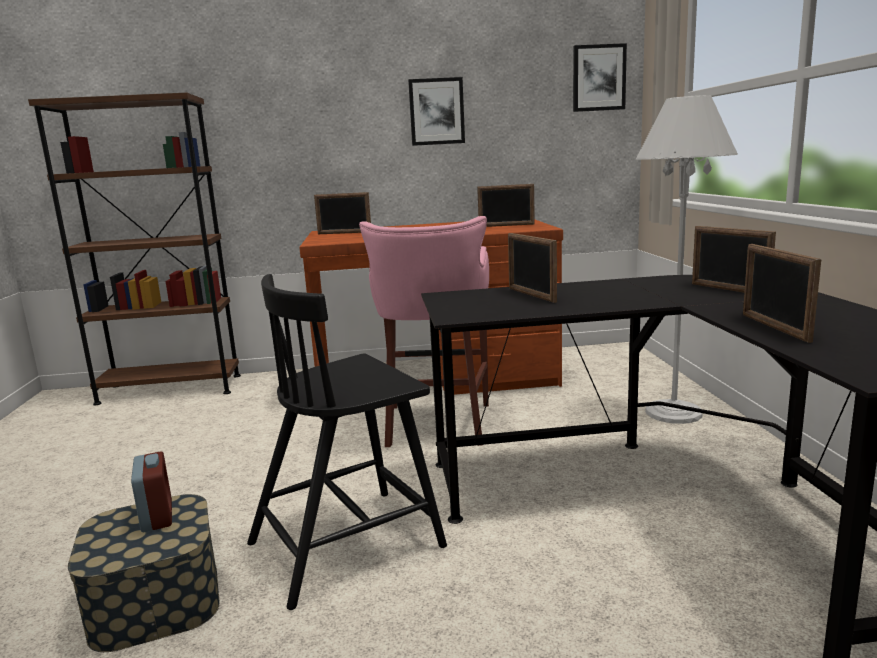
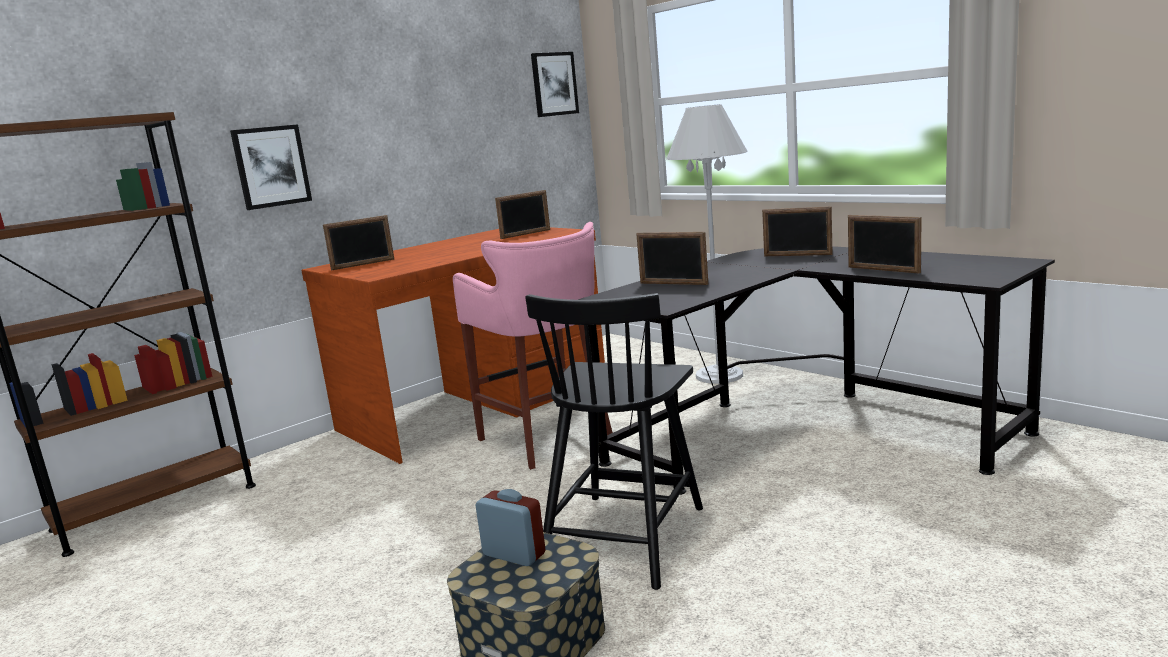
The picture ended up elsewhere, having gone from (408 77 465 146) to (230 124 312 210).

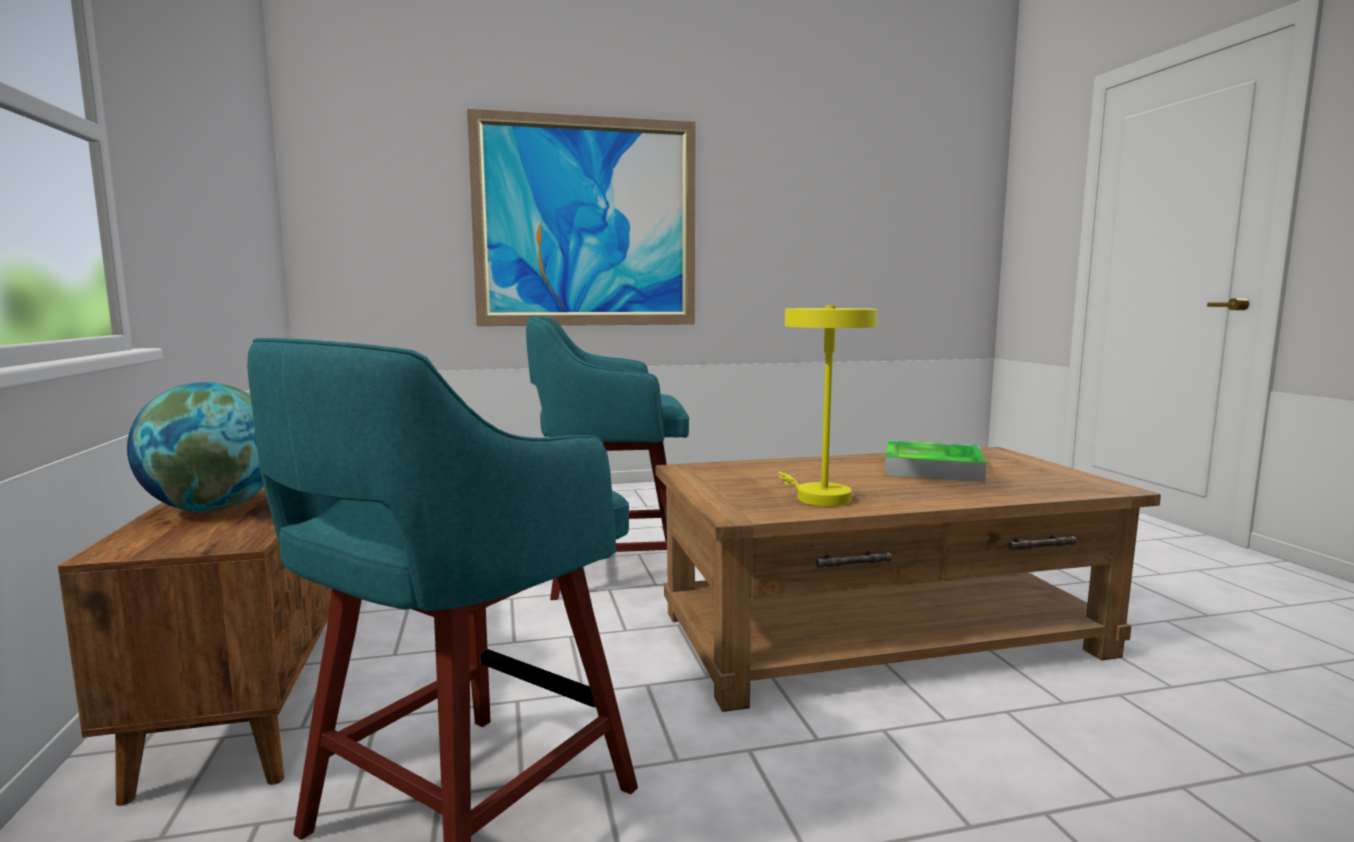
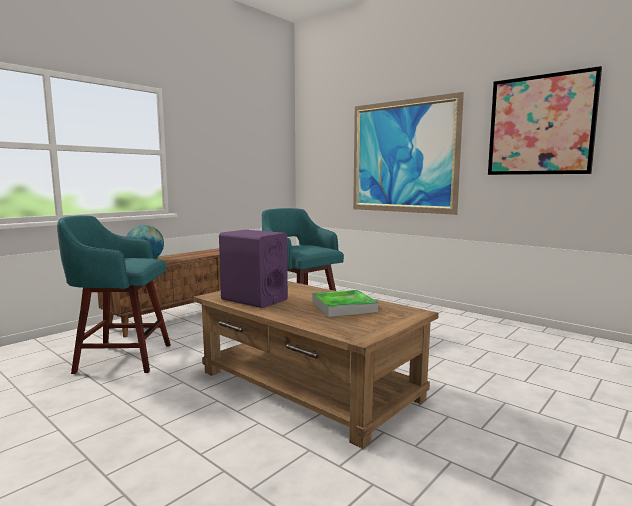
Where the table lamp (yellow) stood at (778 305 877 507), the speaker (purple) came to stand at (219 230 288 308). The second view gained the picture at (488 66 602 175).

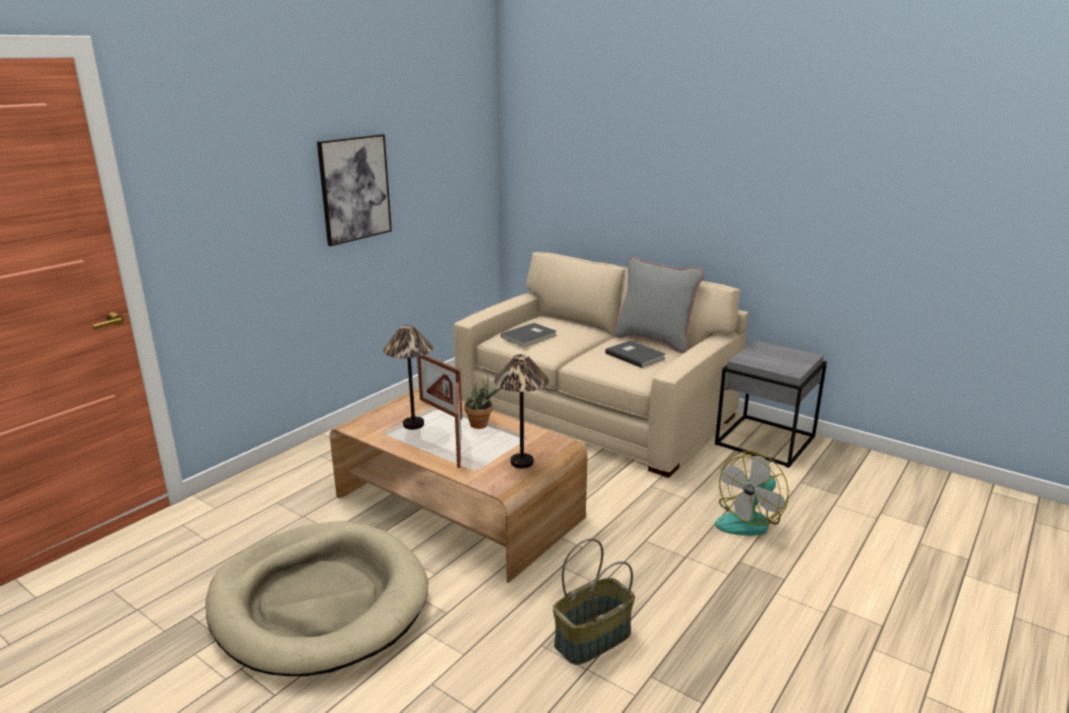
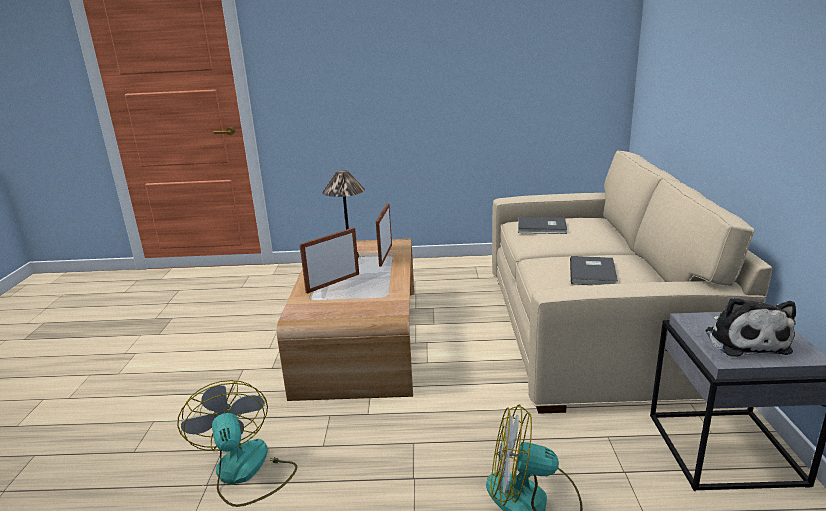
The second view lost the picture at (317 134 392 246). The second view lost the pillow (grey) at (613 257 704 353). The second view lost the table lamp at (494 354 549 468). The second view lost the potted plant at (464 377 502 429). The second view lost the dog bed (beige) at (206 521 428 676). Where the basket stood at (553 538 635 665), the fan came to stand at (177 380 298 507). The second view gained the plush toy at (705 297 796 357).

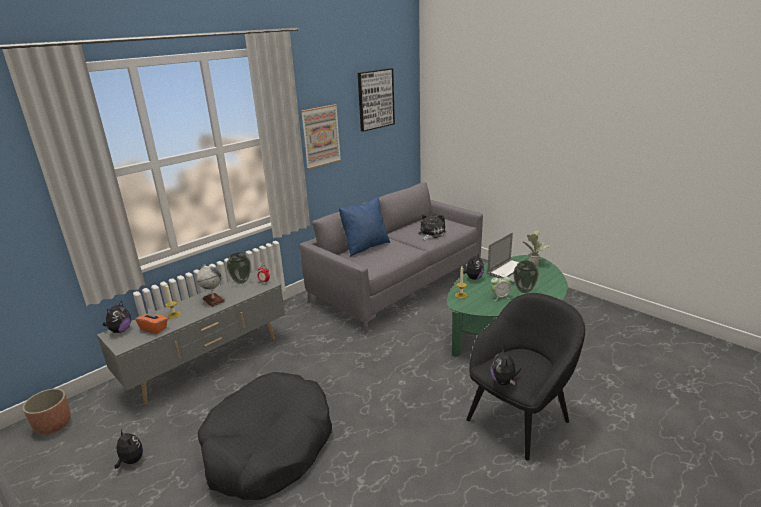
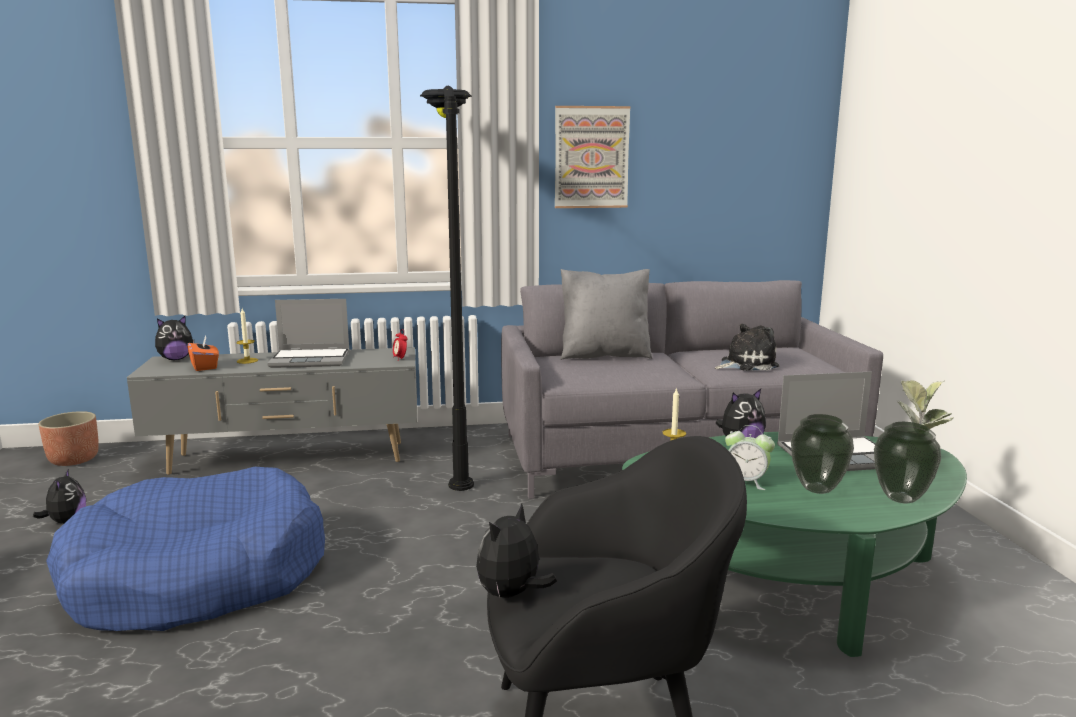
The second view lost the picture at (358 68 395 132). What was the pillow (blue) at (339 197 390 256) turned into the pillow (grey) at (560 269 652 360). The vase ended up elsewhere, having gone from (226 253 251 284) to (874 422 941 503). Where the globe stood at (197 265 225 307), the laptop came to stand at (267 299 350 368). What was the dog bed (black) at (198 372 332 500) turned into the dog bed (blue) at (46 467 325 631). The second view gained the floor lamp (black) at (420 86 474 491).

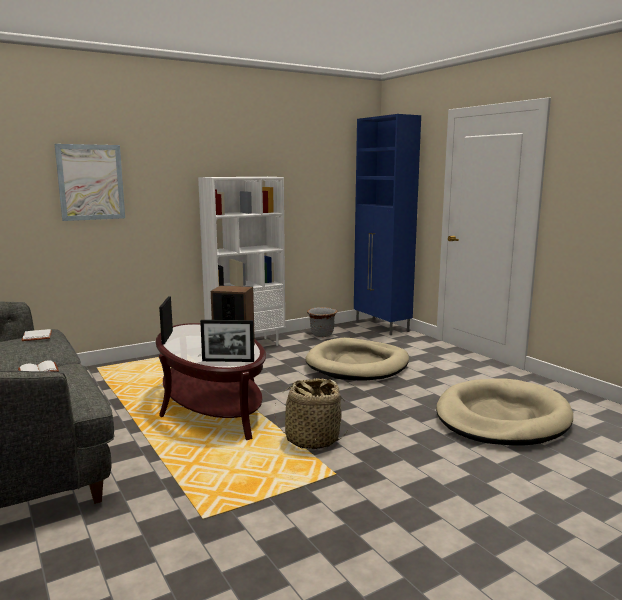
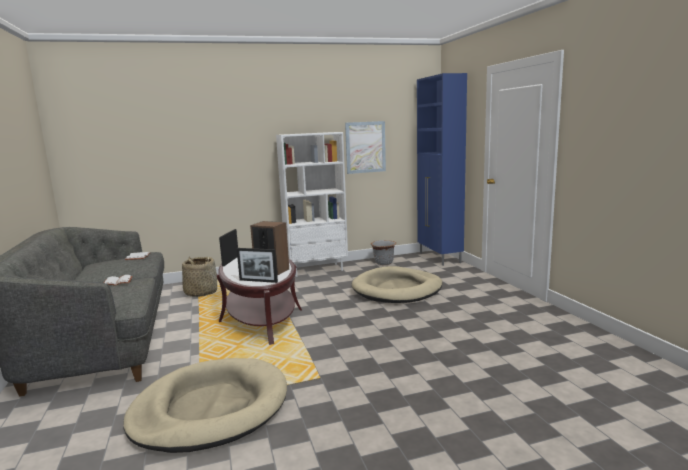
The picture ended up elsewhere, having gone from (55 144 125 221) to (345 121 386 174). The basket ended up elsewhere, having gone from (274 378 347 450) to (182 256 217 297). The dog bed (beige) ended up elsewhere, having gone from (436 378 573 445) to (123 358 287 453).

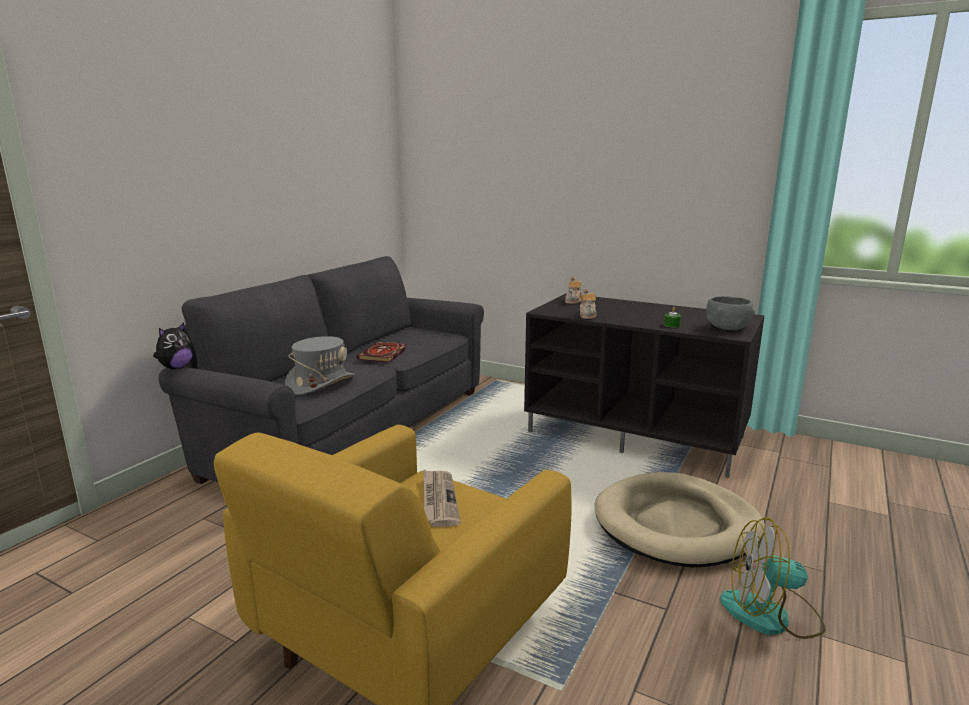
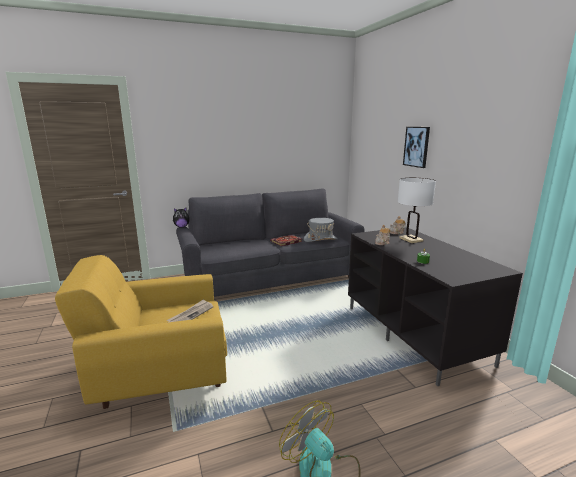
The second view lost the bowl (grey) at (706 296 755 330). The hat (grey) ended up elsewhere, having gone from (285 336 355 395) to (304 218 338 242). The second view lost the dog bed (beige) at (595 472 765 567). The second view gained the picture at (403 127 430 168). The second view gained the table lamp (white) at (398 178 436 243).

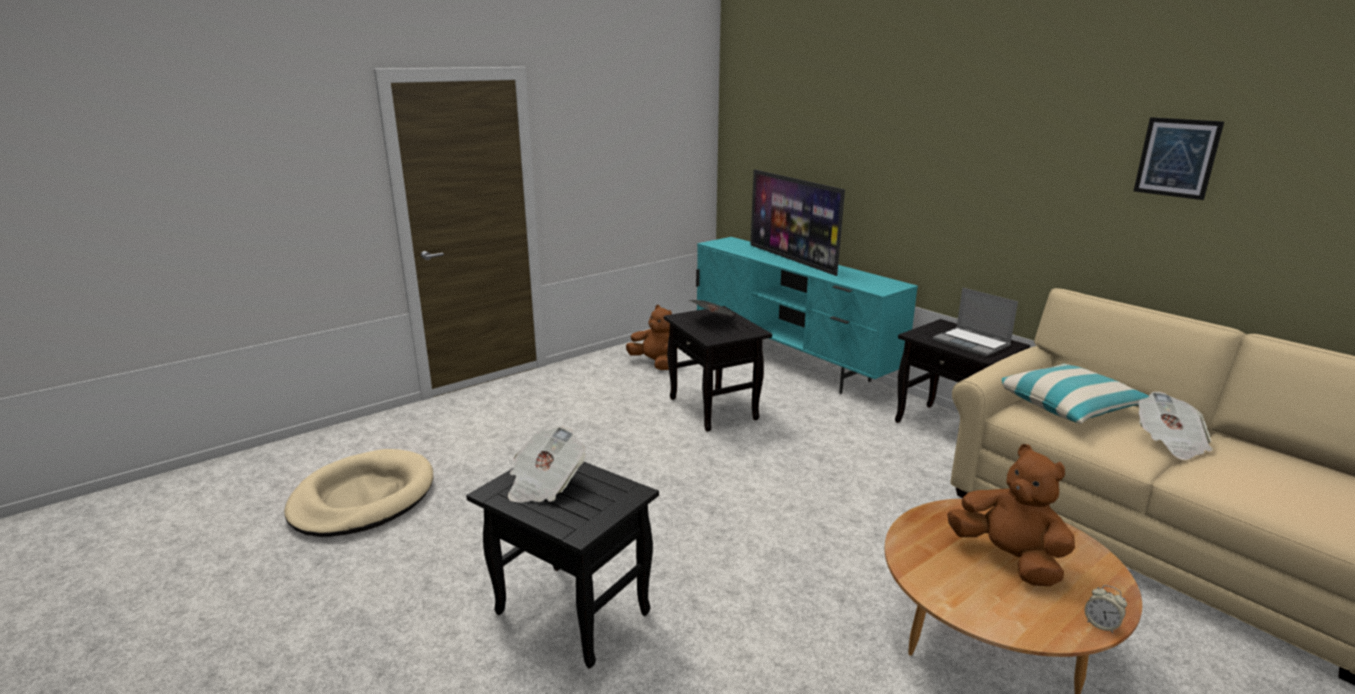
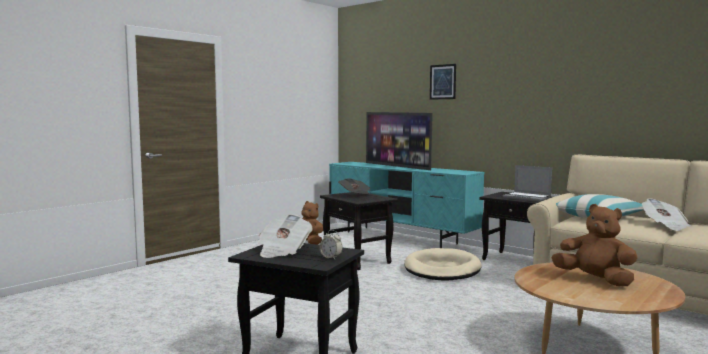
The picture ended up elsewhere, having gone from (1134 117 1224 200) to (430 64 456 100). The dog bed (beige) ended up elsewhere, having gone from (284 449 433 537) to (404 248 482 281). The alarm clock ended up elsewhere, having gone from (1084 585 1127 633) to (319 230 343 259).

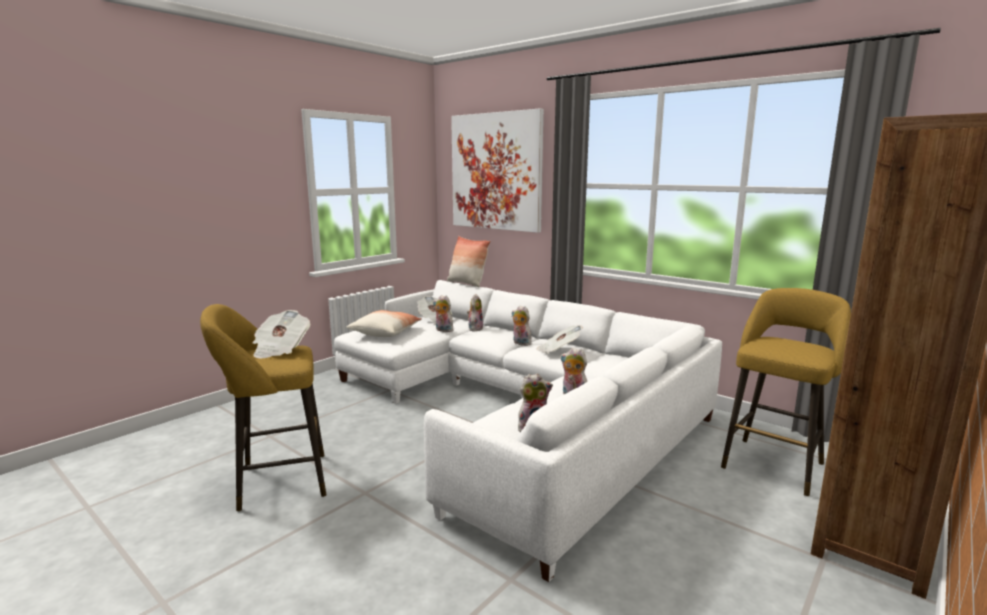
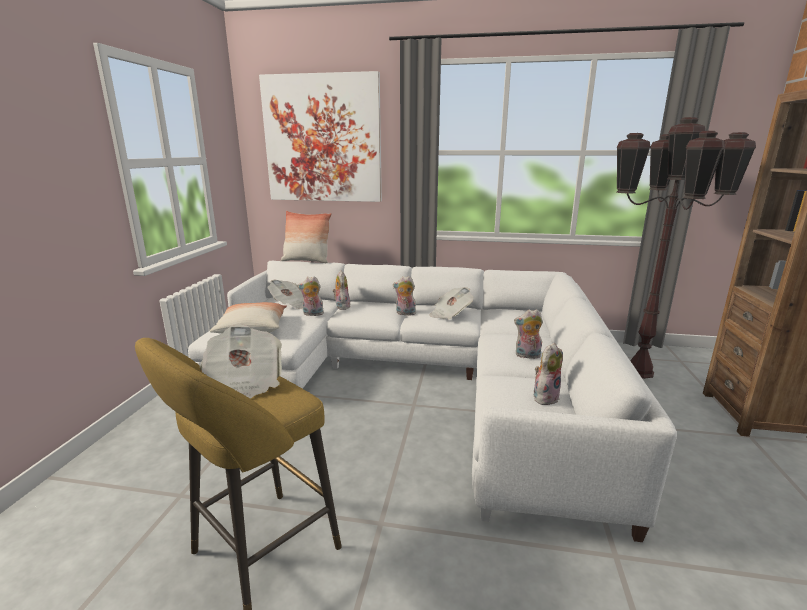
Where the stool (yellow) stood at (721 288 851 496), the floor lamp (brown) came to stand at (616 117 756 379).

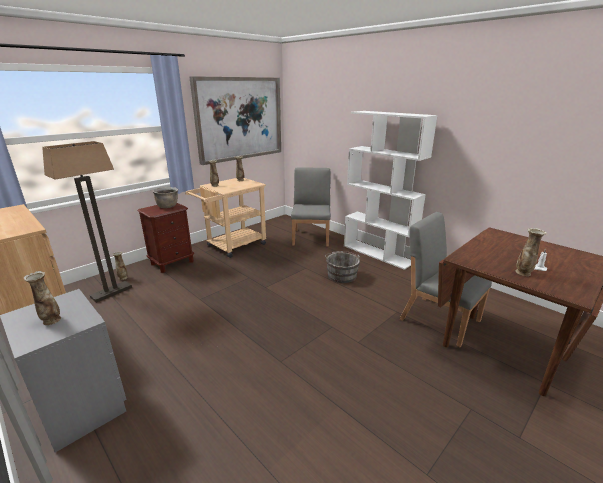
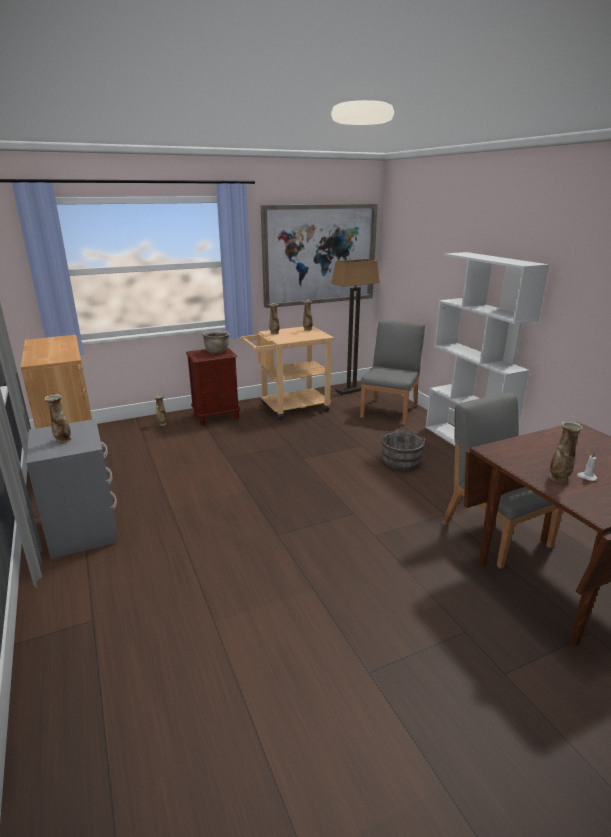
The floor lamp ended up elsewhere, having gone from (42 141 132 303) to (331 259 380 395).

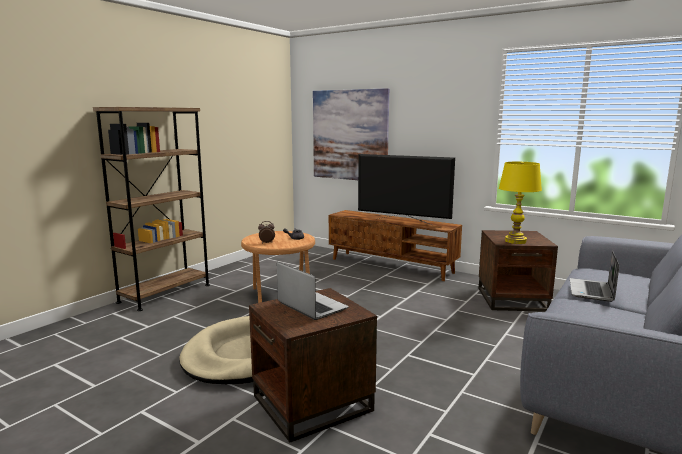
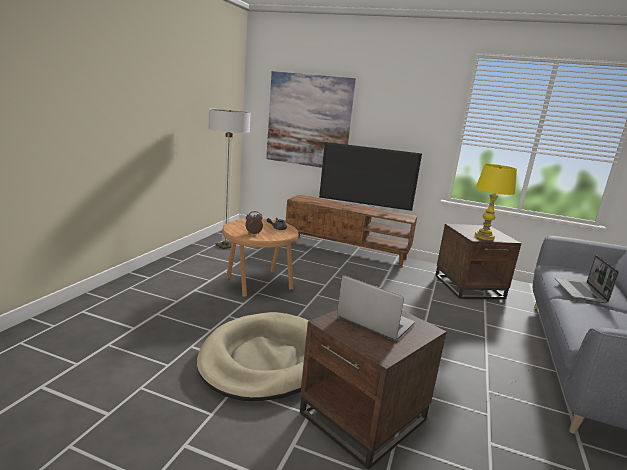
The second view lost the bookcase (brown) at (93 107 210 311). The second view gained the floor lamp at (208 109 251 249).

